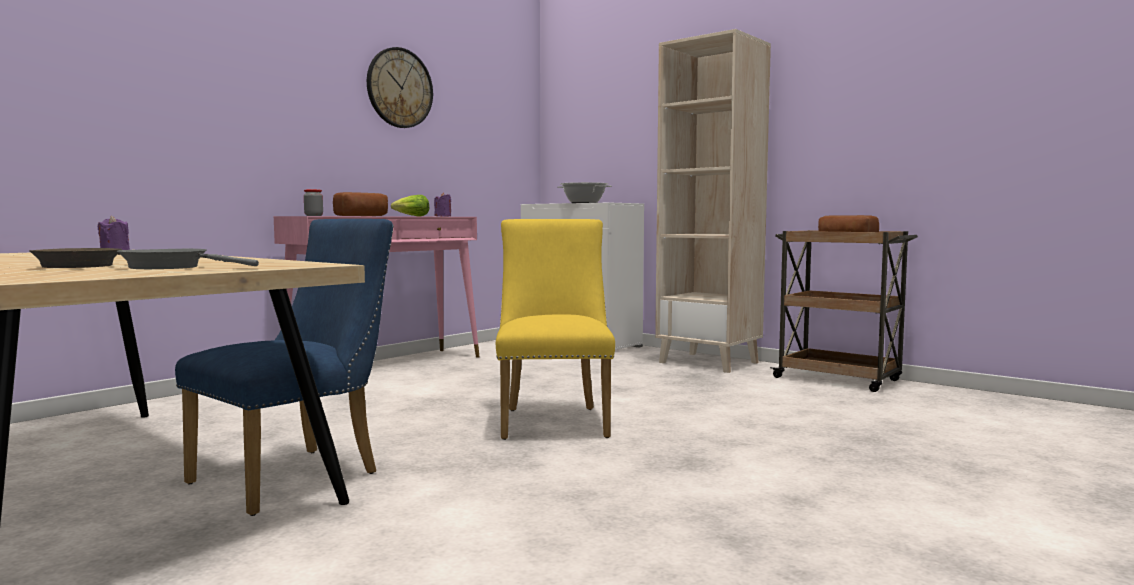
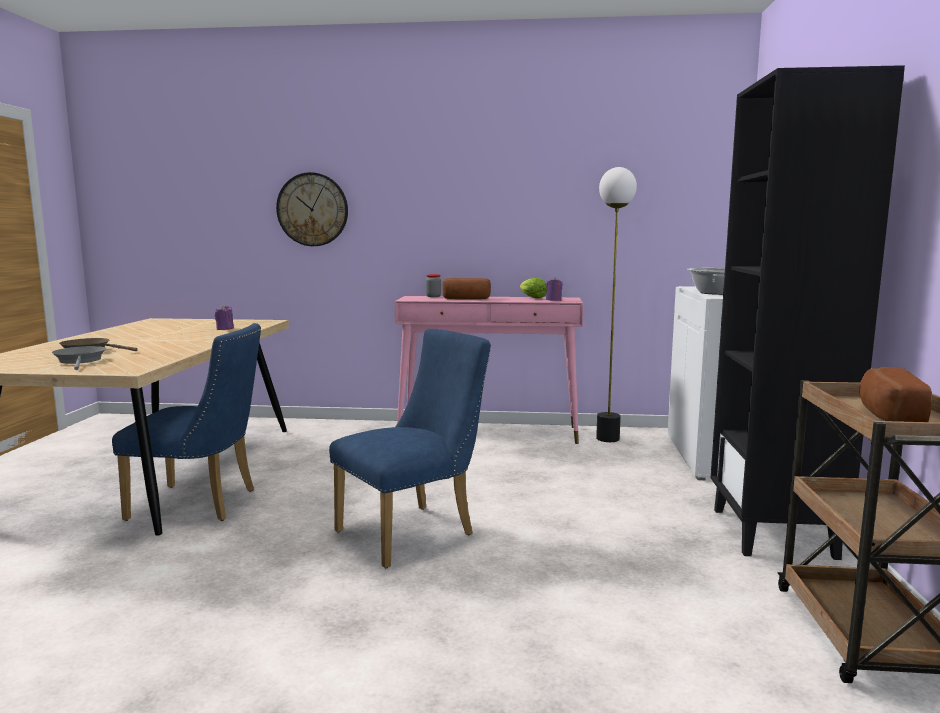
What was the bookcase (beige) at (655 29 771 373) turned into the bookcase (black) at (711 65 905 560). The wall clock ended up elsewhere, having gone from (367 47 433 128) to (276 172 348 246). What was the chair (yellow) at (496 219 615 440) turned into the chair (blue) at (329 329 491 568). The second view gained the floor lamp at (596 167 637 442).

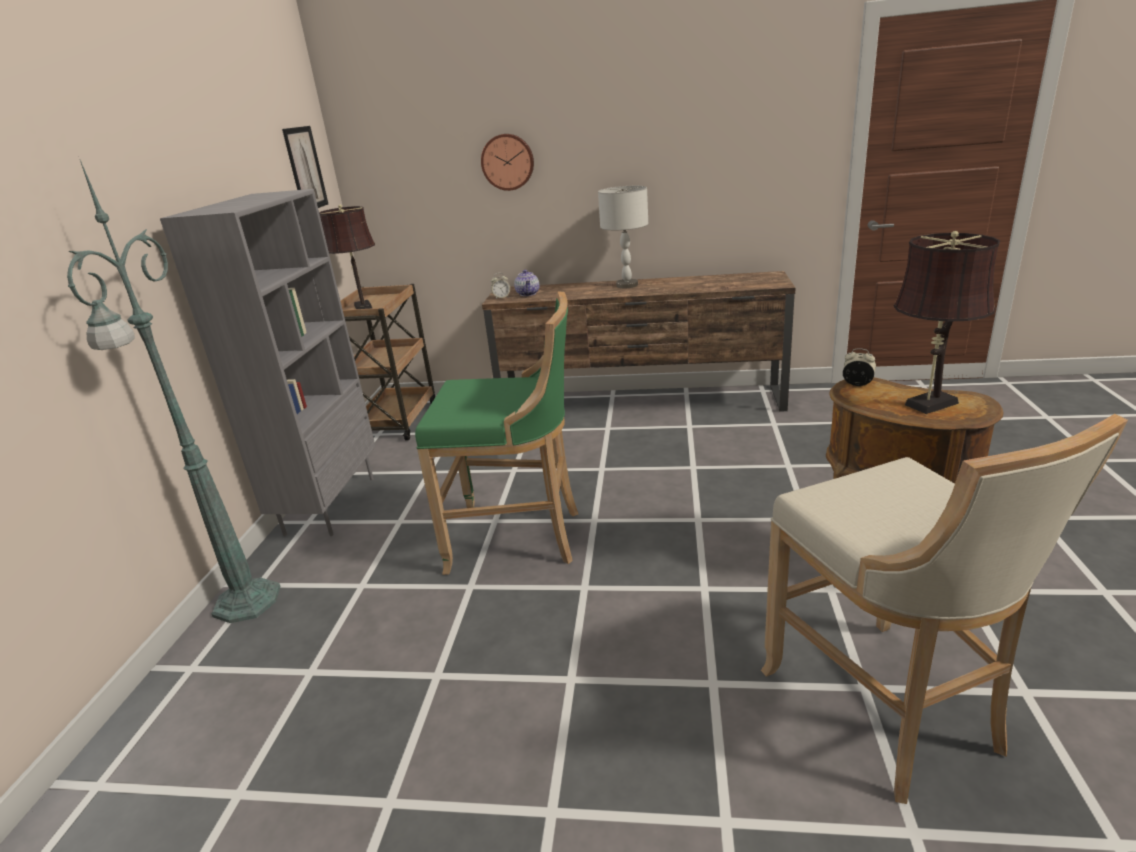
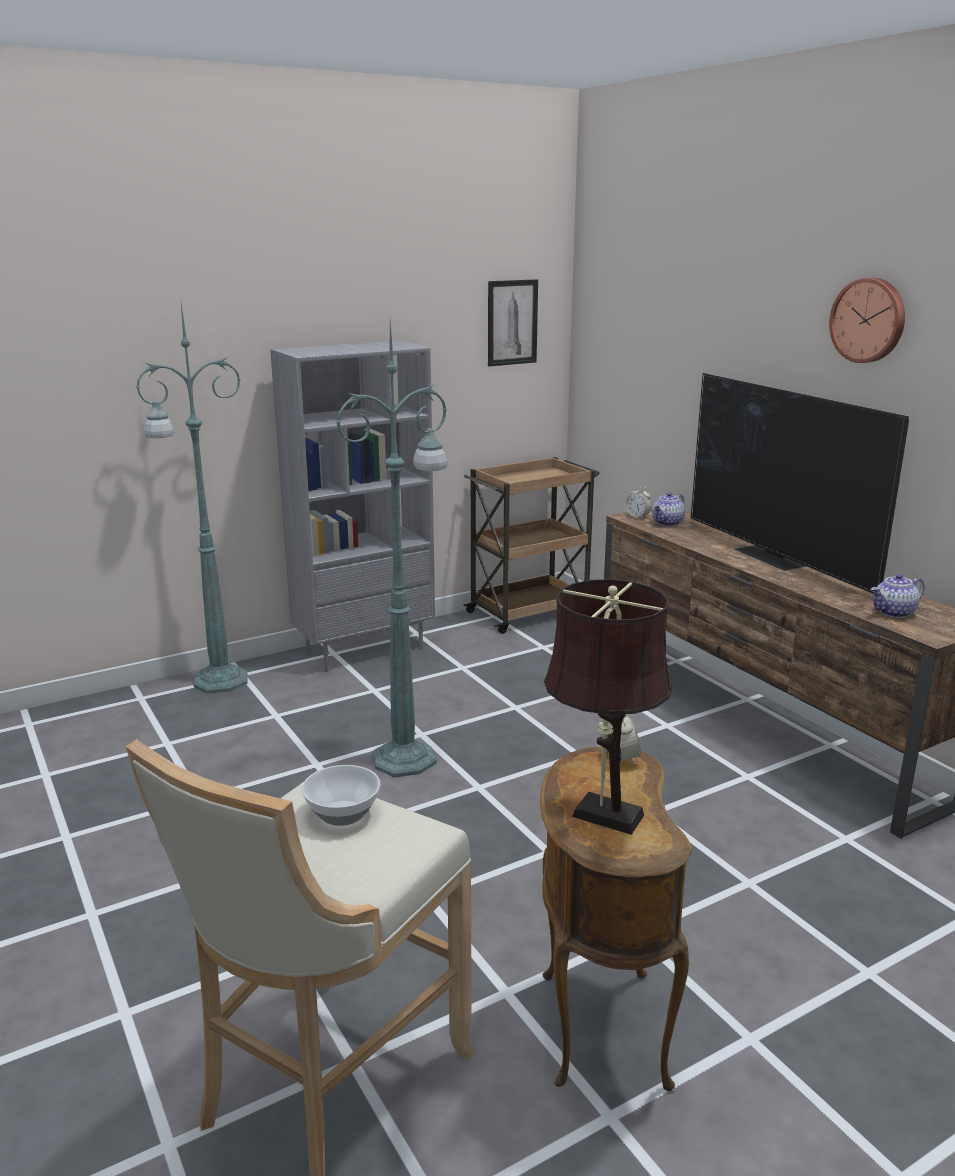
The wall clock ended up elsewhere, having gone from (481 134 534 191) to (829 278 905 363). Where the table lamp (grey) stood at (598 186 649 288), the television came to stand at (691 373 909 594). The second view lost the table lamp (brown) at (319 204 375 309). Where the stool (green) stood at (415 291 578 575), the floor lamp (green) came to stand at (336 321 447 778). The second view gained the teapot at (871 574 924 618). The second view gained the bowl at (302 765 381 826).

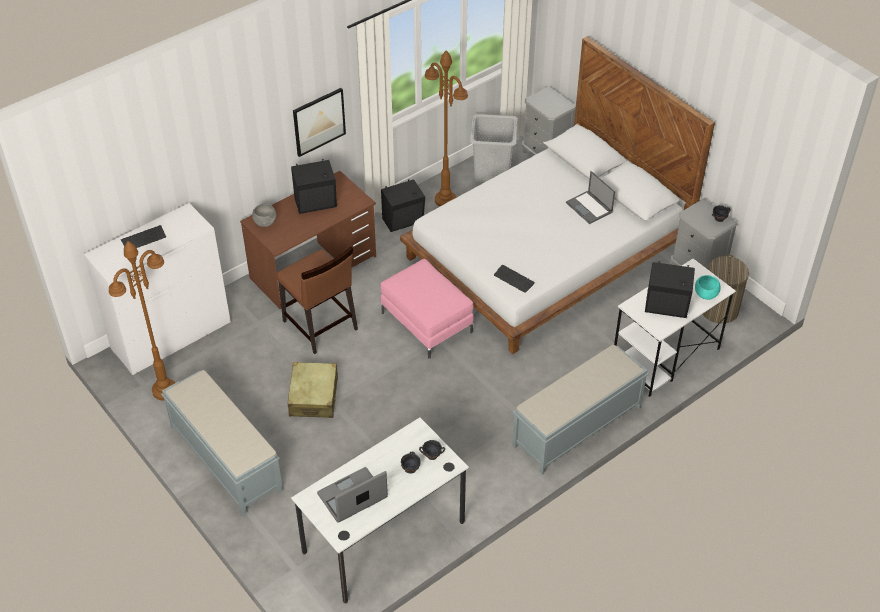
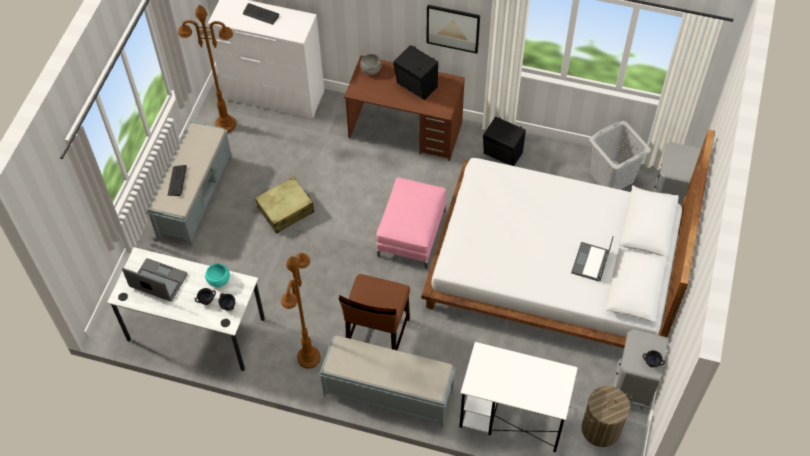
The floor lamp (brown) ended up elsewhere, having gone from (425 50 468 206) to (281 253 321 369). The chair (brown) ended up elsewhere, having gone from (277 247 358 354) to (339 274 410 350). The second view lost the speaker (black) at (645 261 695 318). The keyboard ended up elsewhere, having gone from (494 265 535 293) to (168 165 187 196). The bowl (turquoise) ended up elsewhere, having gone from (695 275 721 300) to (205 263 230 287).

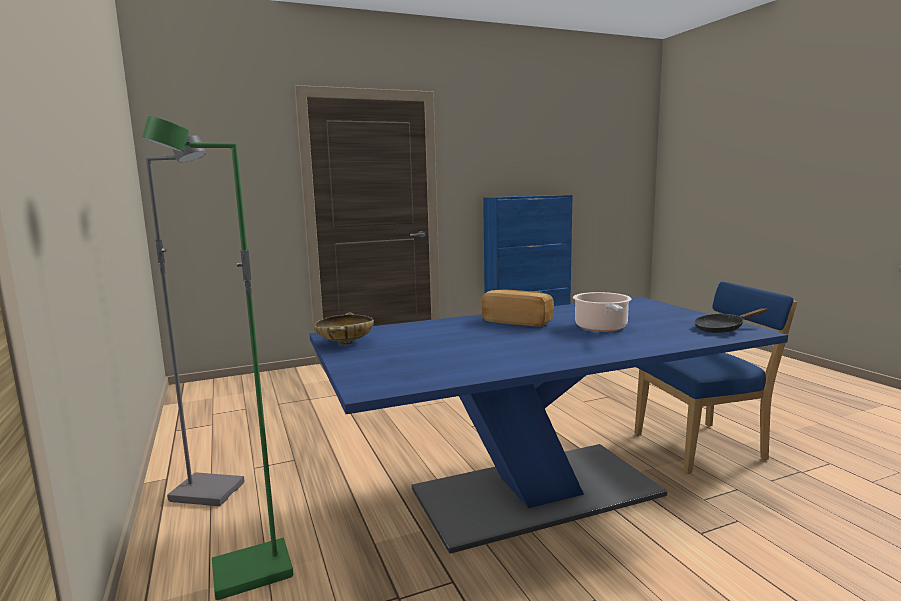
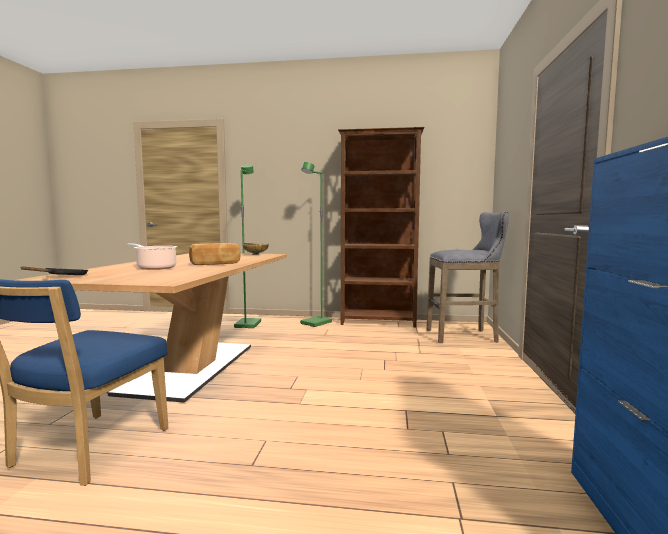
What was the floor lamp (grey) at (146 135 245 506) turned into the floor lamp (green) at (300 162 332 327). What was the dining table (blue) at (309 297 788 554) turned into the dining table (beige) at (17 253 287 403). The second view gained the bookcase (brown) at (338 127 424 328). The second view gained the stool (grey) at (426 211 509 343).

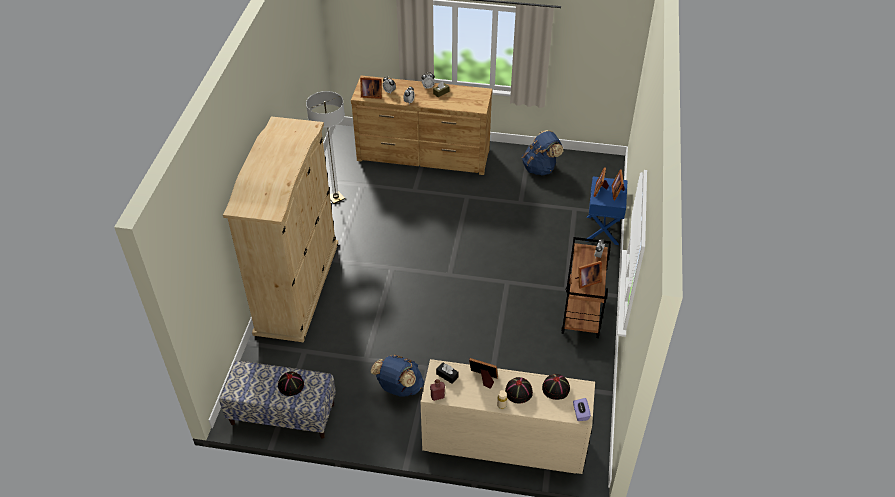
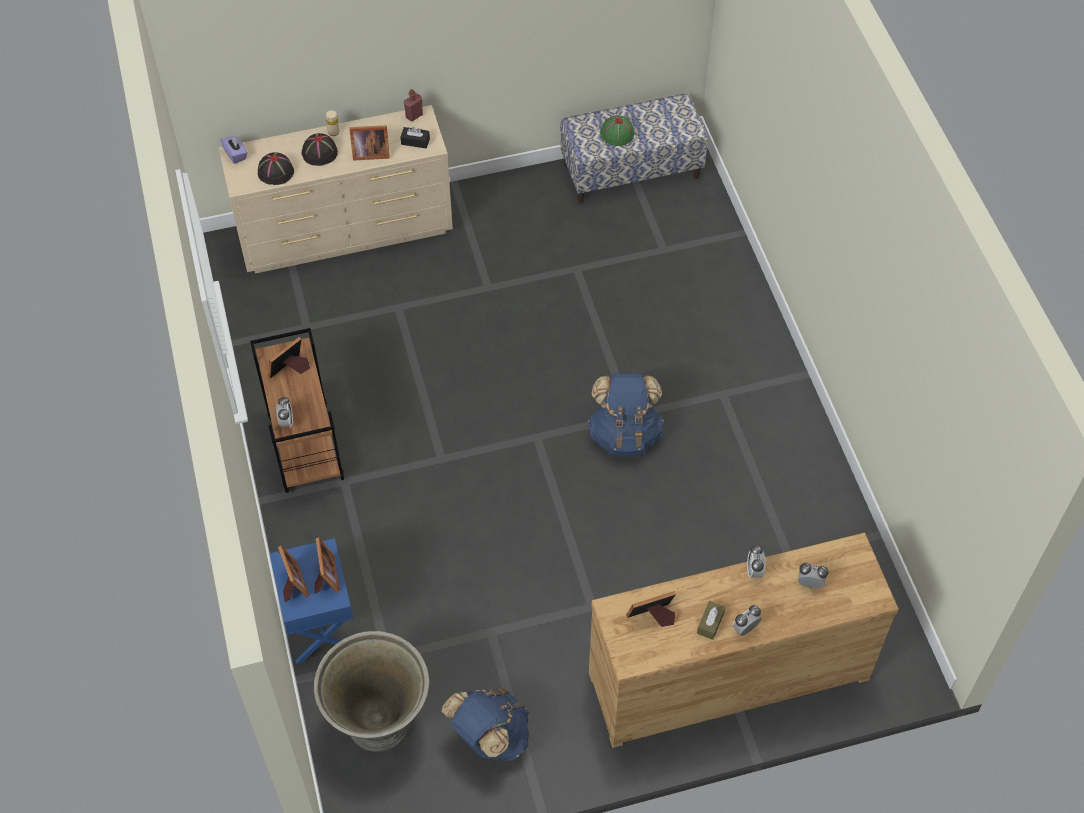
The picture frame ended up elsewhere, having gone from (360 77 382 99) to (626 591 676 627). The second view lost the floor lamp at (306 91 345 204). The second view lost the wardrobe (beige) at (223 116 338 342). The backpack (blue) ended up elsewhere, having gone from (371 355 424 397) to (588 373 665 457). What was the hat (black) at (278 372 304 396) turned into the hat (green) at (600 115 634 146). The second view gained the planter (grey) at (314 631 429 752).

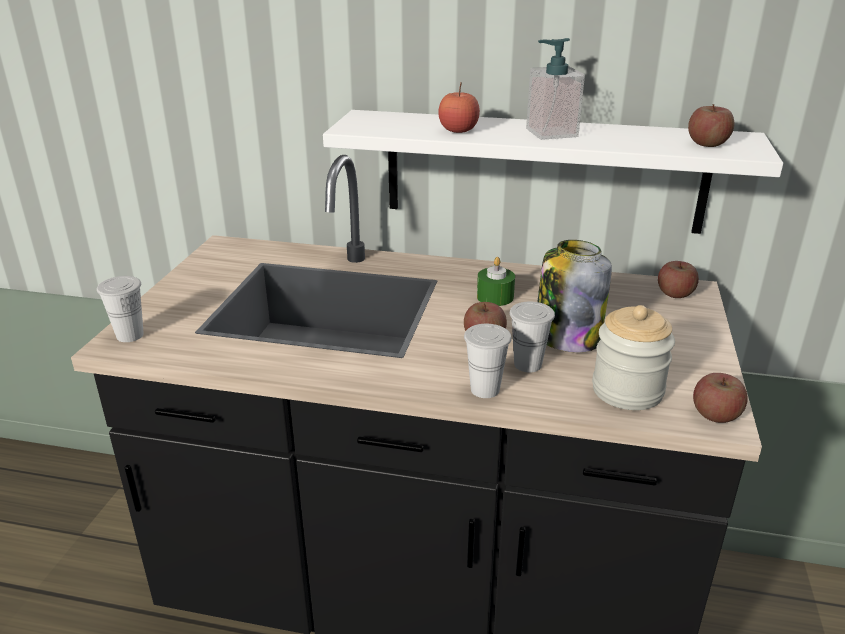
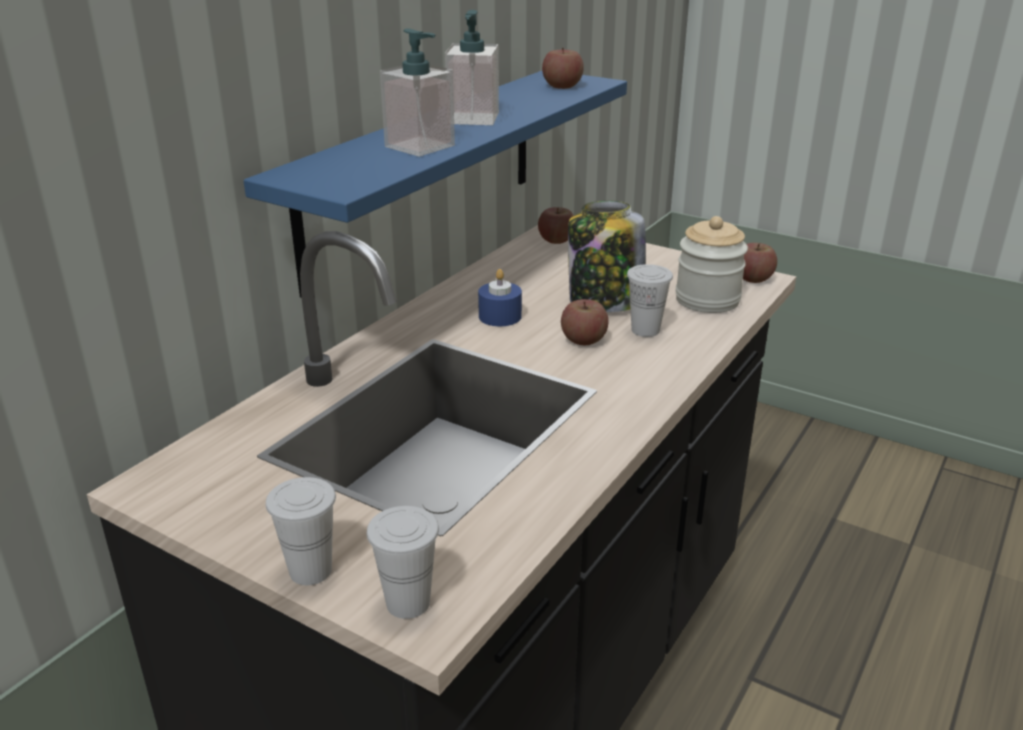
Where the apple stood at (438 82 480 133), the soap dispenser came to stand at (380 28 455 157). What was the shelf (white) at (323 110 783 234) turned into the shelf (blue) at (244 71 627 298). What was the candle (green) at (477 257 515 306) turned into the candle (blue) at (478 269 522 326). The cup (white) ended up elsewhere, having gone from (464 324 512 398) to (266 477 336 585).

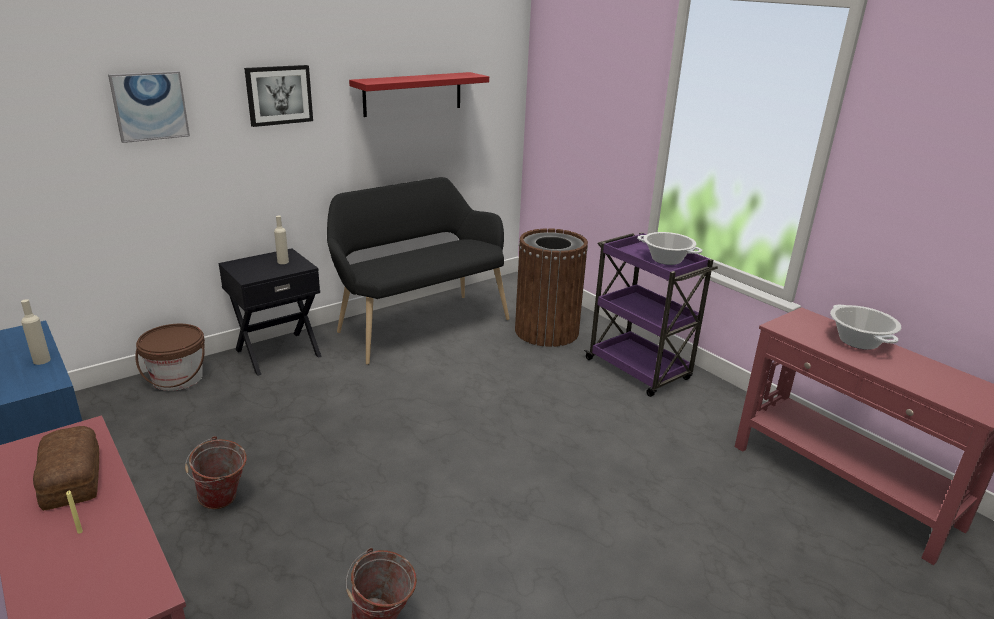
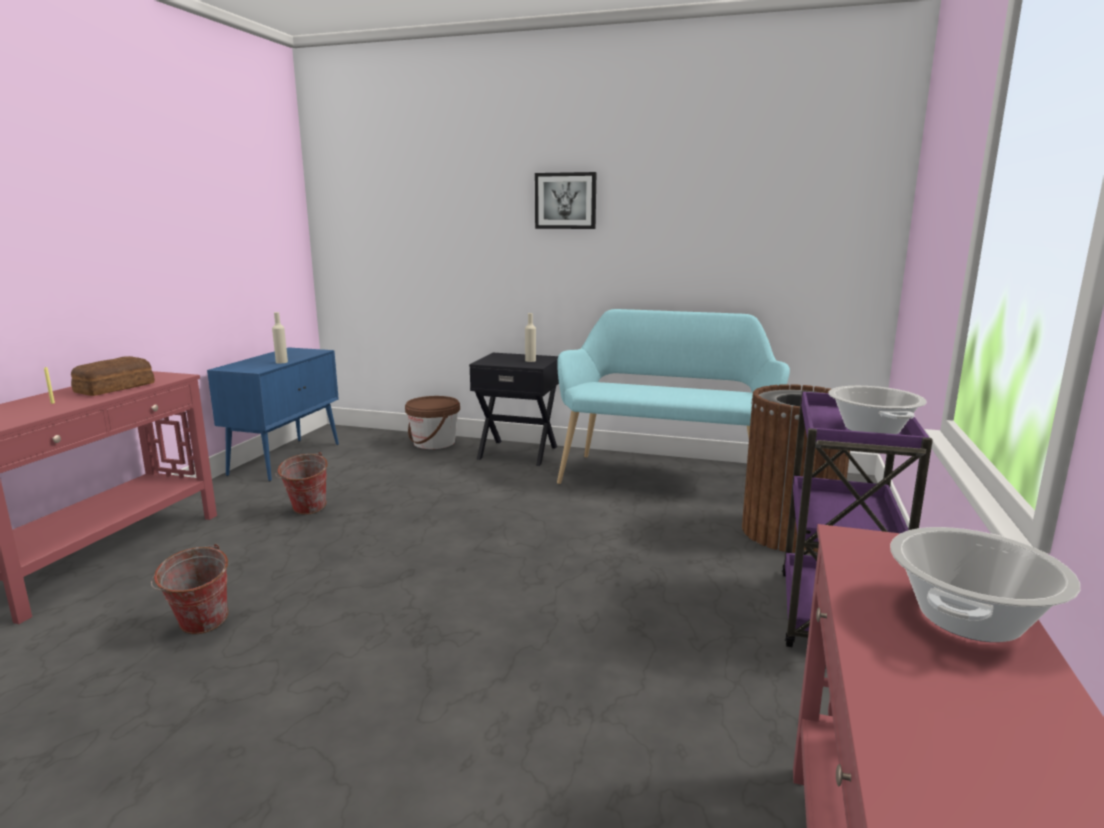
The second view lost the picture at (108 71 190 143). The second view lost the shelf (red) at (349 72 489 117). What was the bench (black) at (327 177 510 365) turned into the bench (turquoise) at (557 309 790 484).

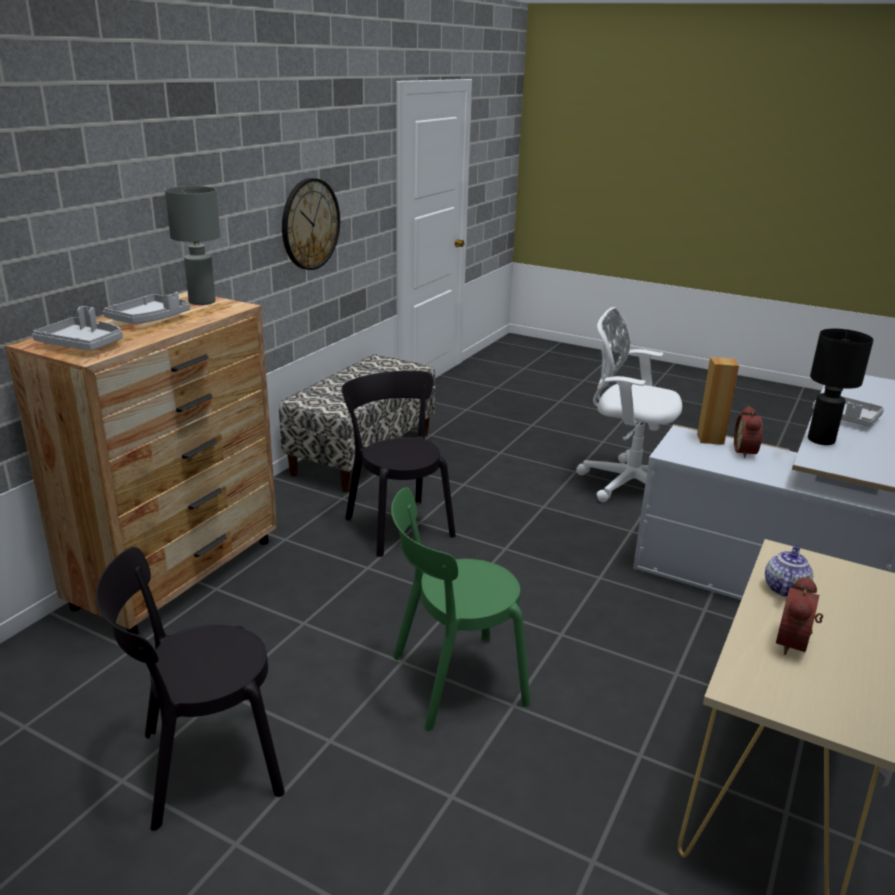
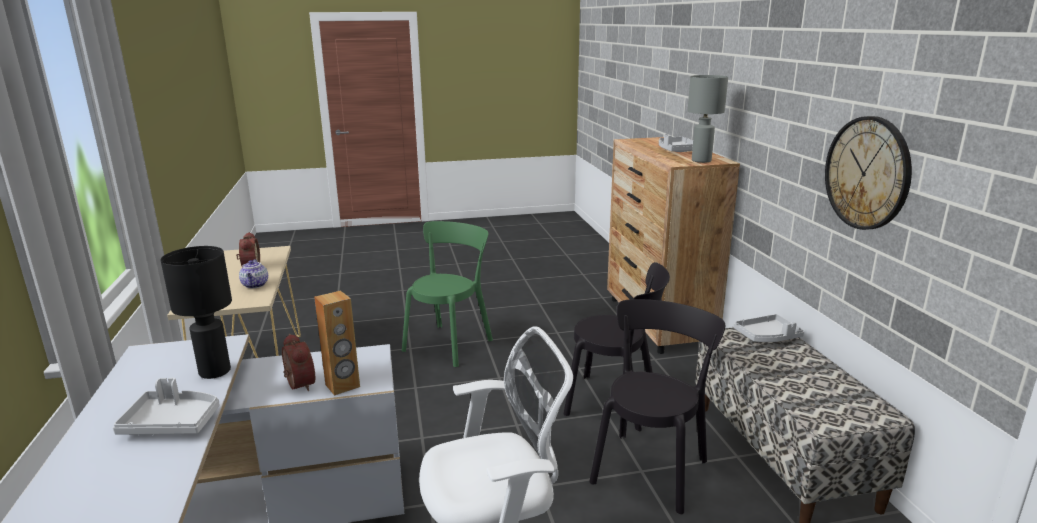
The tray (grey) ended up elsewhere, having gone from (32 306 123 351) to (734 314 804 342). The chair (black) ended up elsewhere, having gone from (96 547 285 831) to (589 299 725 514).

